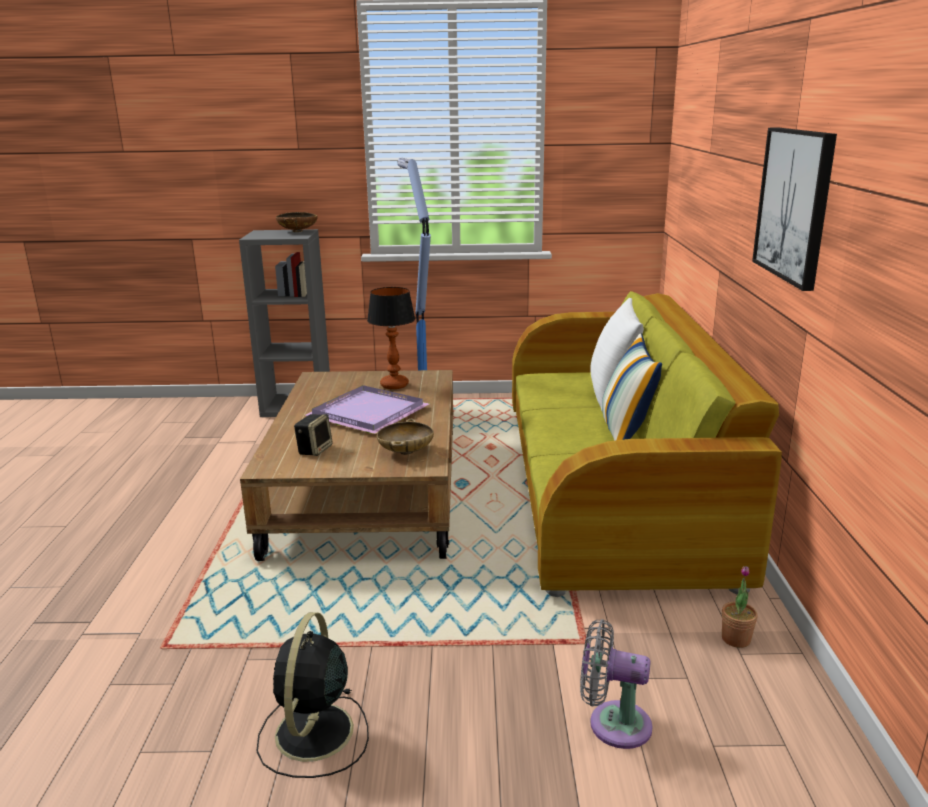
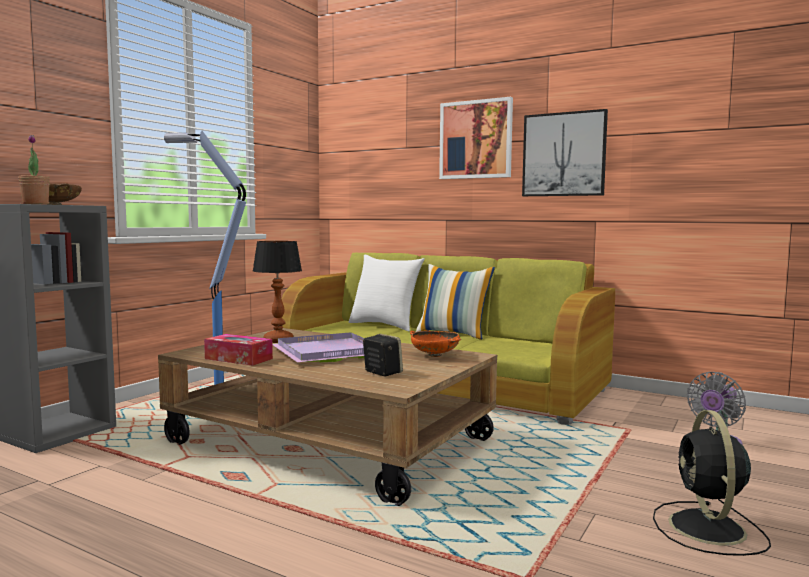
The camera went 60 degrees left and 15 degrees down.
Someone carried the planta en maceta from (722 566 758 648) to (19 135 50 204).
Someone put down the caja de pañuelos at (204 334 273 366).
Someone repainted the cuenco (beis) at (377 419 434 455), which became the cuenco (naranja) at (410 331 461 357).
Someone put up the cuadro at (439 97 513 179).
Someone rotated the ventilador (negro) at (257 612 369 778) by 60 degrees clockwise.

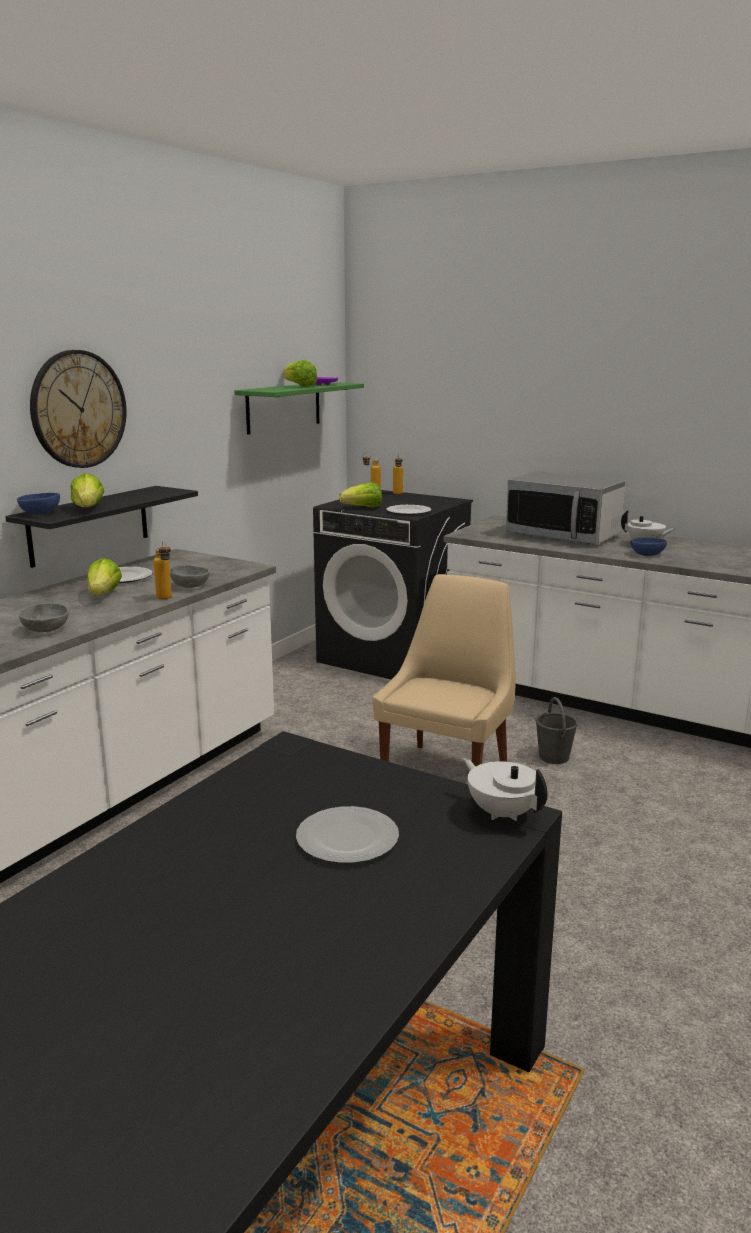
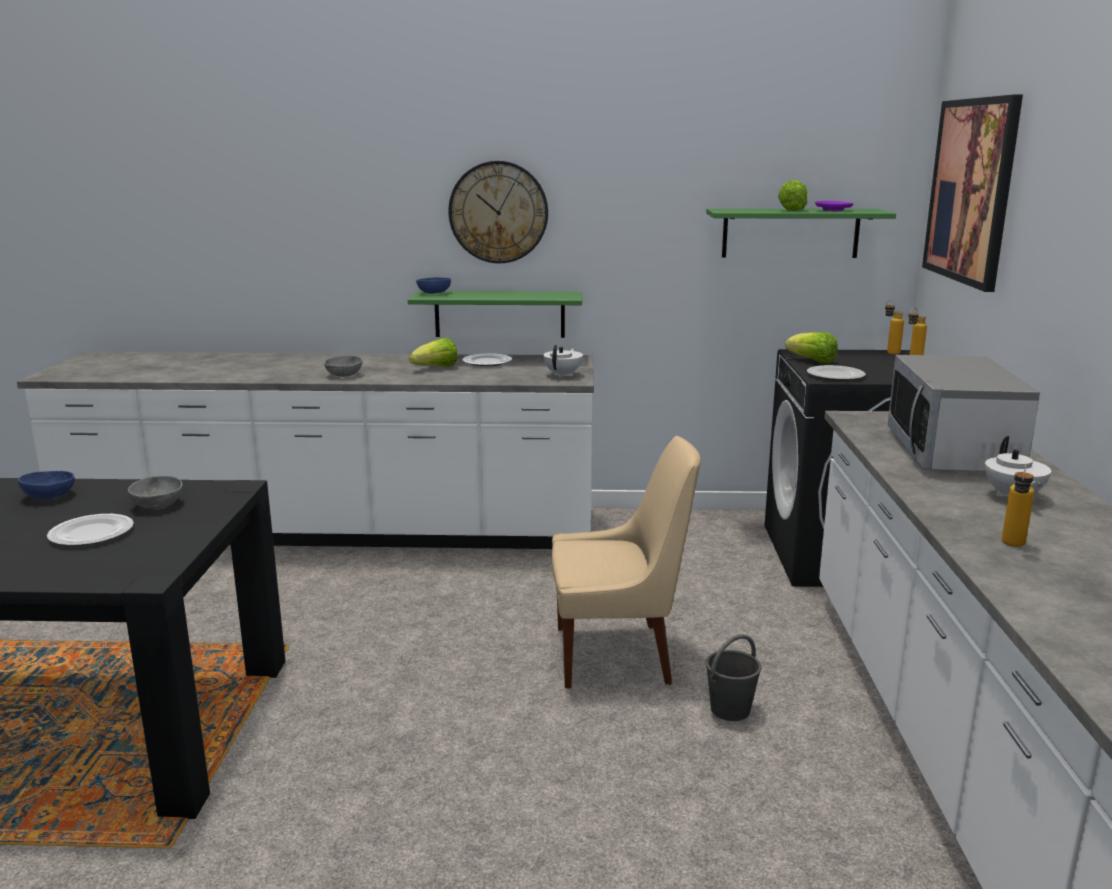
The camera went 60 degrees right and 0 degrees up.
Someone carried the cuenco (azul) from (630 537 667 556) to (18 471 75 499).
Someone carried the cuenco (gris) from (170 565 210 588) to (128 476 183 509).
Someone repainted the estante (negro) at (5 486 198 568), which became the estante (verde) at (408 291 582 338).
Someone carried the tetera (blanco) from (463 758 548 821) to (543 345 583 377).
Someone put up the cuadro at (922 95 1023 292).
Someone carried the botella from (153 541 172 599) to (1002 464 1034 547).
Someone took away the lechuga at (70 473 104 507).

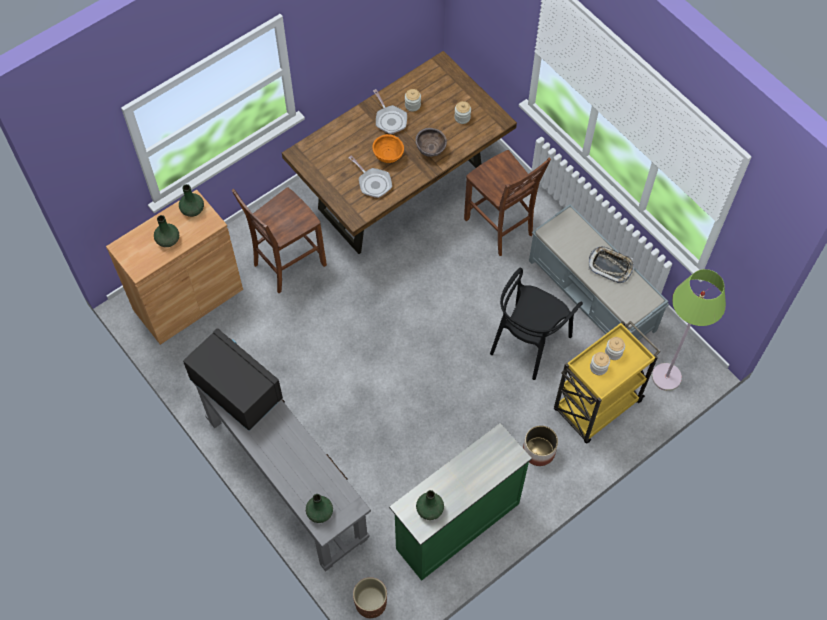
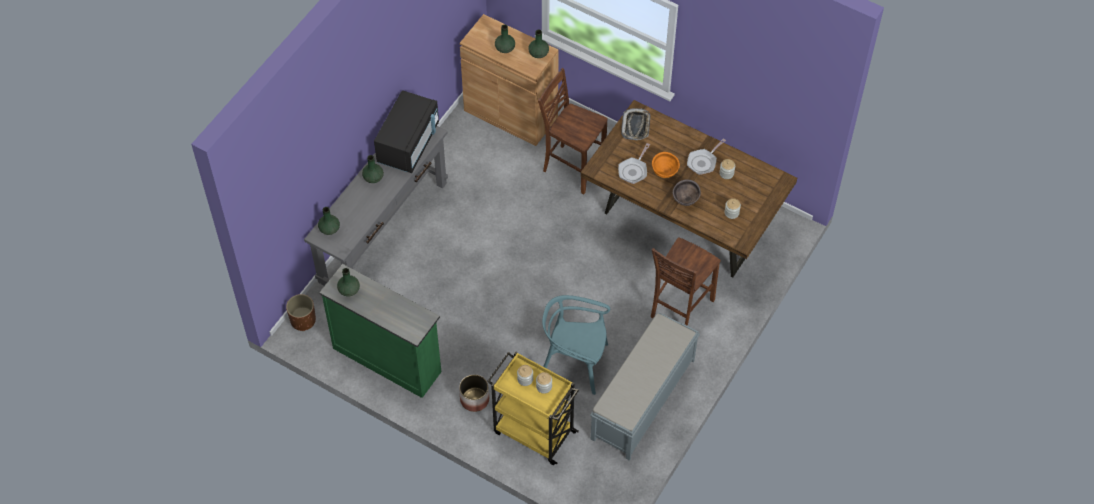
The camera went 70 degrees right and 5 degrees down.
Someone put down the florero (verde) at (362 155 384 183).
Someone repainted the silla (negro) at (490 268 583 380), which became the silla (turquesa) at (542 295 610 395).
Someone carried the bandeja from (589 246 634 283) to (621 108 651 140).
Someone took away the lámpara de pie (verde) at (652 269 726 391).

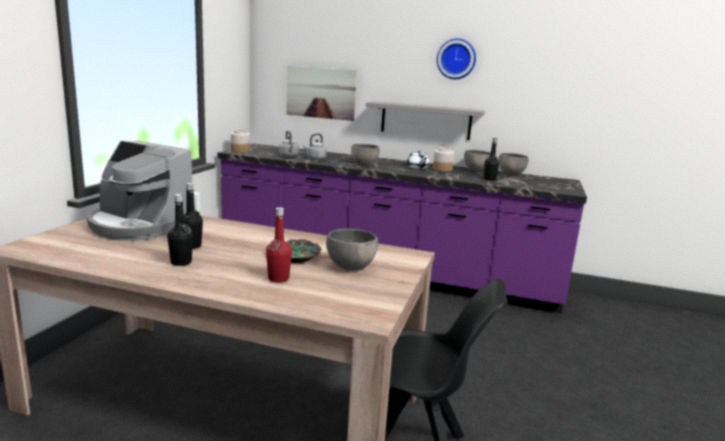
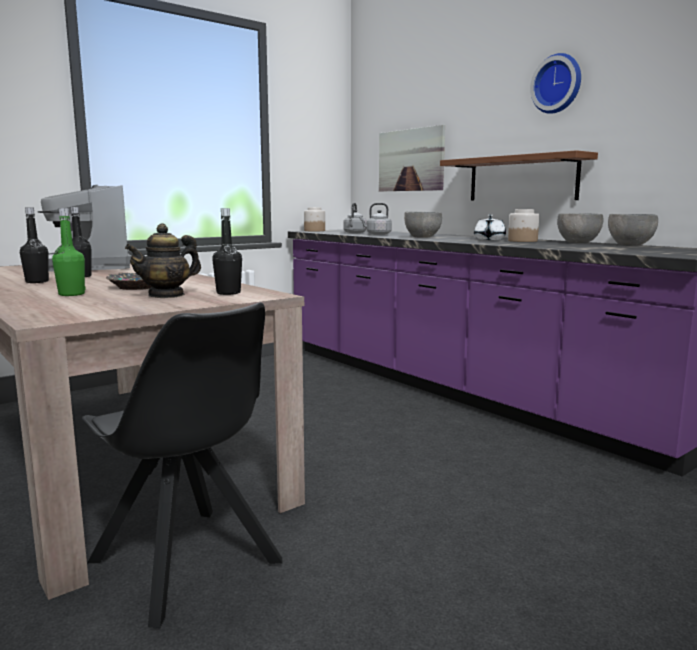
The camera went 35 degrees right and 5 degrees down.
Someone repainted the botella (rojo) at (266 207 292 283), which became the botella (verde) at (52 208 86 296).
Someone swapped the cuenco (gris) at (326 229 378 271) for the tetera at (125 223 201 298).
Someone carried the botella (negro) from (483 138 499 181) to (212 208 242 295).
Someone repainted the estante (gris) at (366 101 485 140), which became the estante (marrón) at (440 150 598 200).

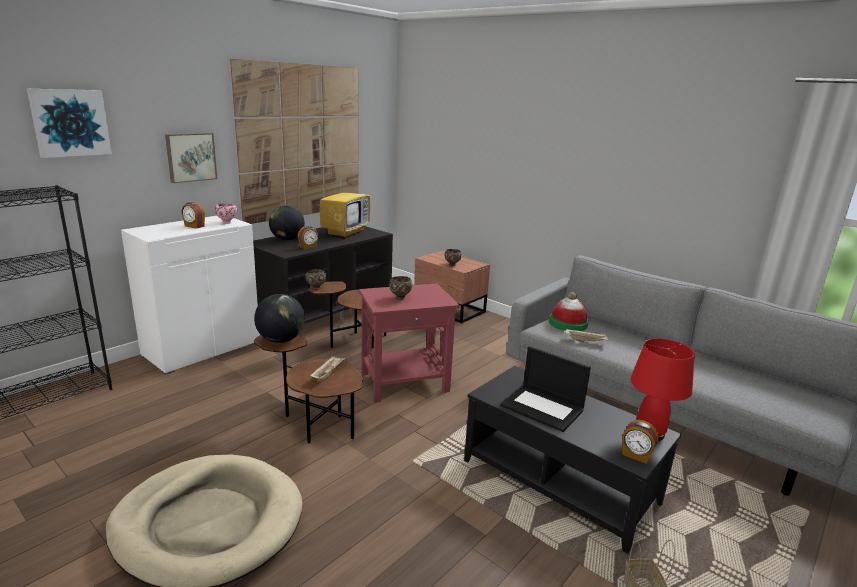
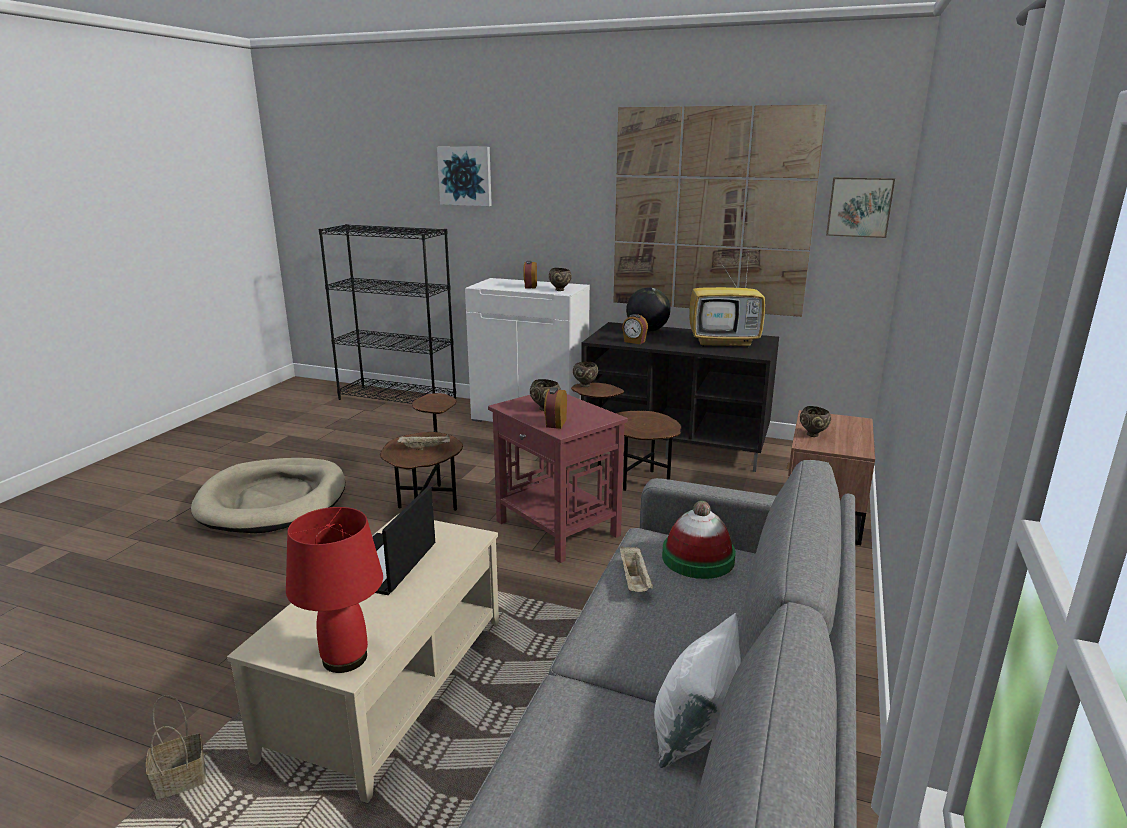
The camera went 70 degrees right and 0 degrees up.
Someone repainted the mesa de centro (negro) at (464 366 681 554), which became the mesa de centro (beis) at (227 514 499 803).
Someone carried the despertador from (622 420 659 464) to (544 387 567 429).
Someone repainted the cuenco (rosa) at (215 203 237 224), which became the cuenco (marrón) at (549 268 572 291).
Someone put down the cojín (blanco) at (654 613 741 768).
Someone carried the cuadro from (165 133 217 183) to (826 177 895 238).
Someone took away the globo terráqueo at (254 294 305 343).

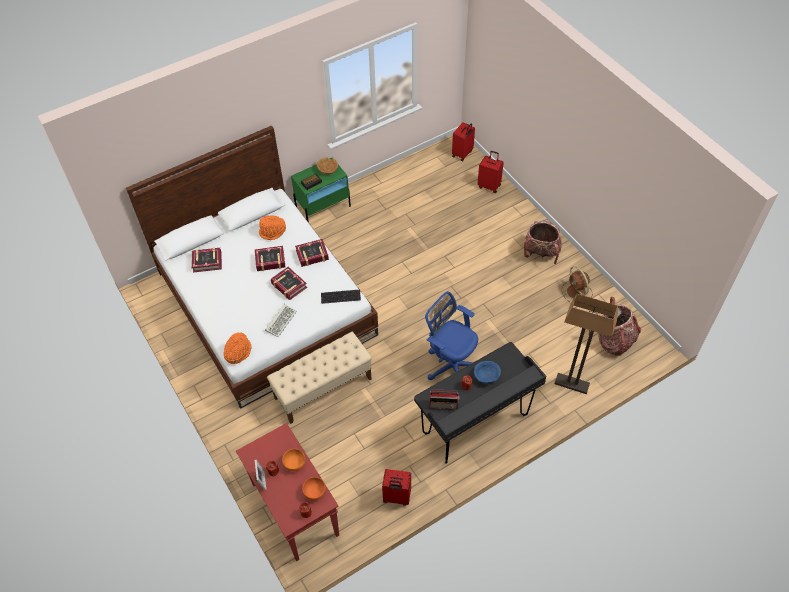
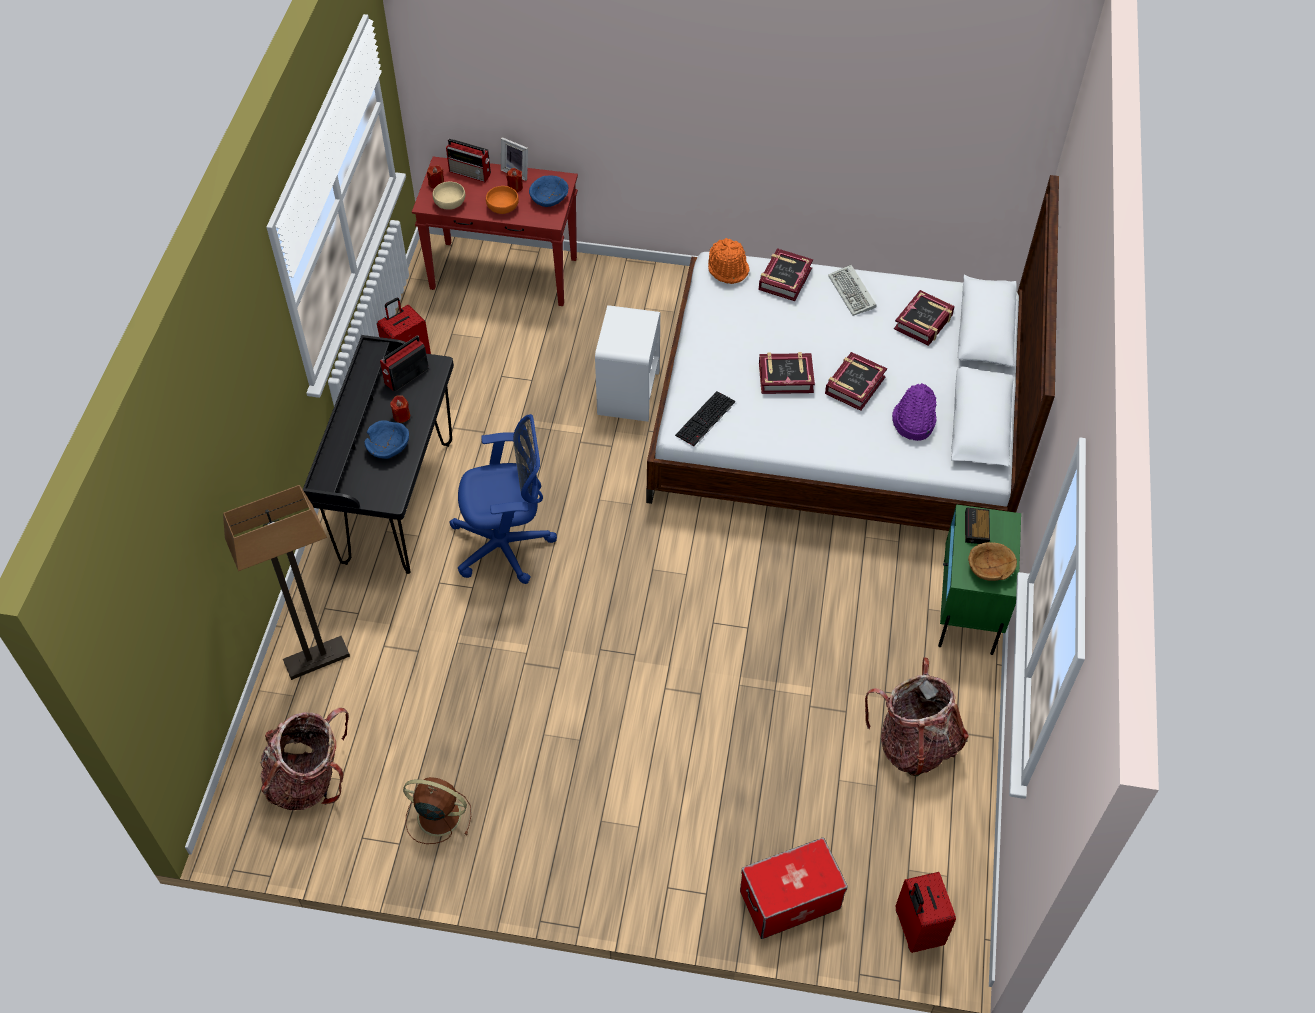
The camera went 130 degrees right and 0 degrees up.
Someone repainted the cuenco (naranja) at (302 477 326 501), which became the cuenco (beis) at (433 182 465 210).
Someone put down the radio at (446 139 491 182).
Someone put down the cuenco (azul) at (529 175 568 207).
Someone swapped the banco (beis) at (267 332 372 424) for the mesita de noche (blanco) at (595 305 661 422).
Someone swapped the maleta (rojo) at (477 151 504 193) for the caja de almacenaje at (740 838 848 939).
Someone carried the libro from (295 239 329 267) to (759 248 813 301).
Someone carried the teclado from (265 304 297 337) to (828 265 876 316).
Someone carried the mochila from (524 220 562 264) to (865 657 969 776).
Someone repainted the sombrero (naranja) at (259 215 286 240), which became the sombrero (morado) at (892 383 937 441).

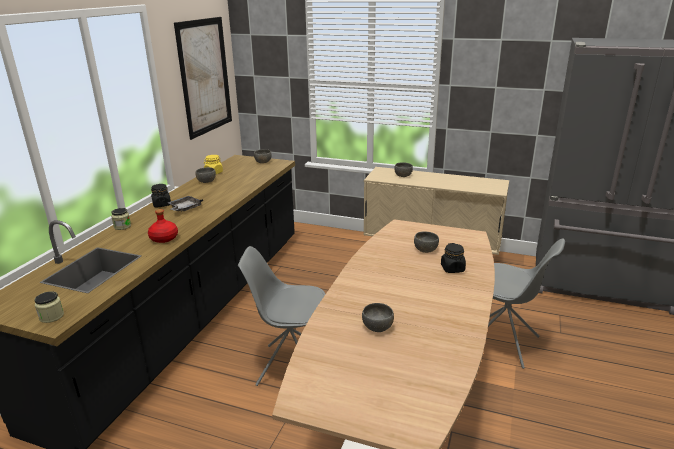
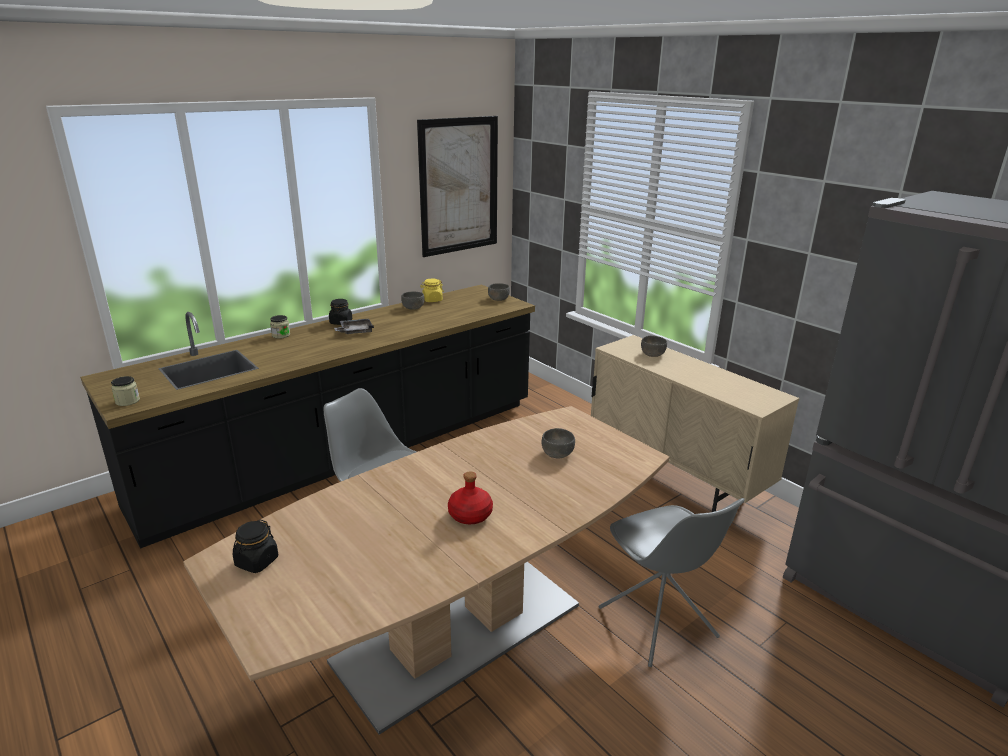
The camera went 30 degrees right and 0 degrees up.
Someone carried the tarro (negro) from (441 243 466 273) to (233 519 278 573).
Someone carried the botella (rojo) from (148 209 178 243) to (448 471 493 524).
Someone took away the cuenco (gris) at (362 303 394 332).

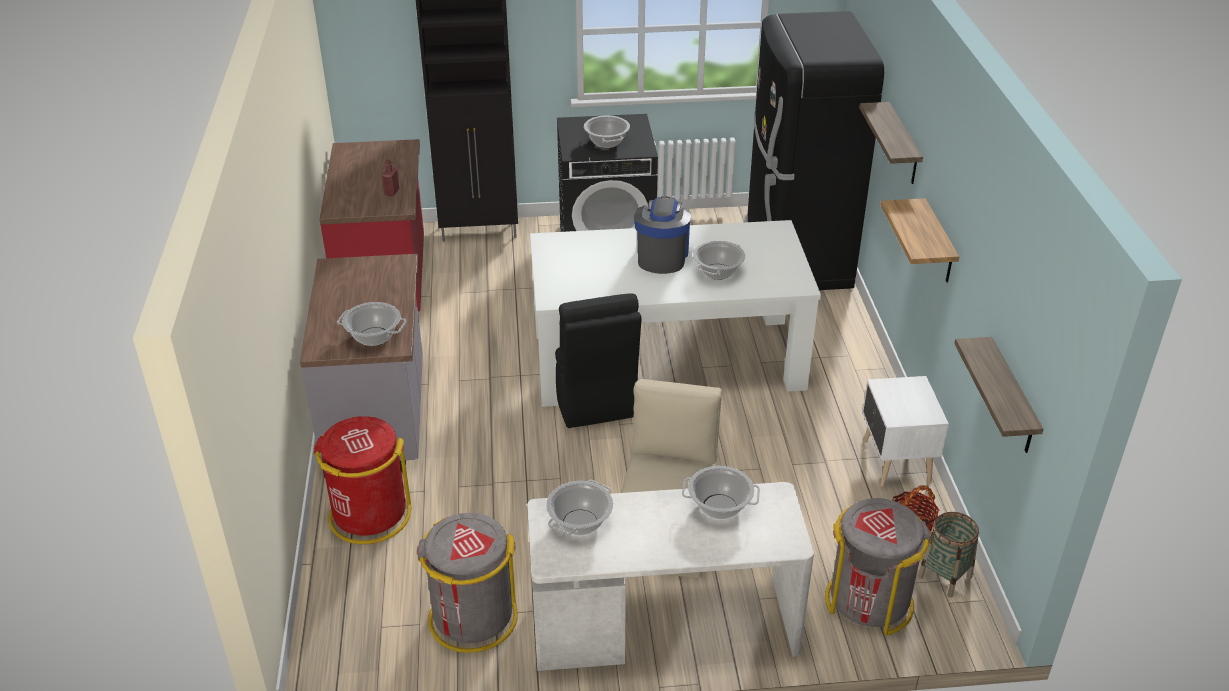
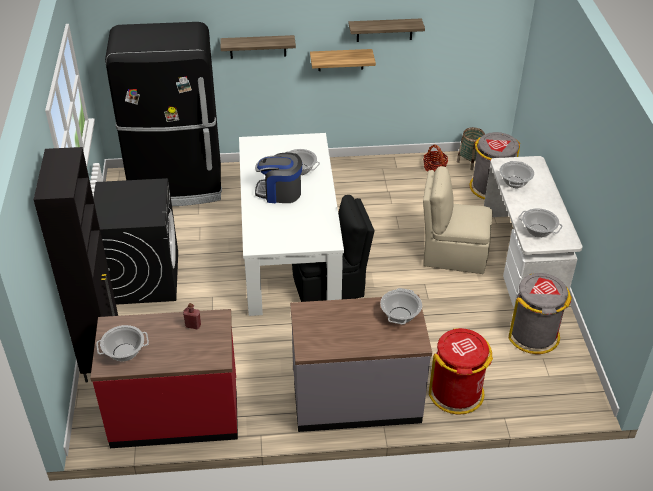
The camera went 90 degrees left and 5 degrees up.
Someone carried the olla from (584 115 630 148) to (96 325 149 362).
Someone carried the estante from (954 337 1043 453) to (349 18 425 42).
Someone took away the mesita de noche (blanco) at (862 376 949 487).

